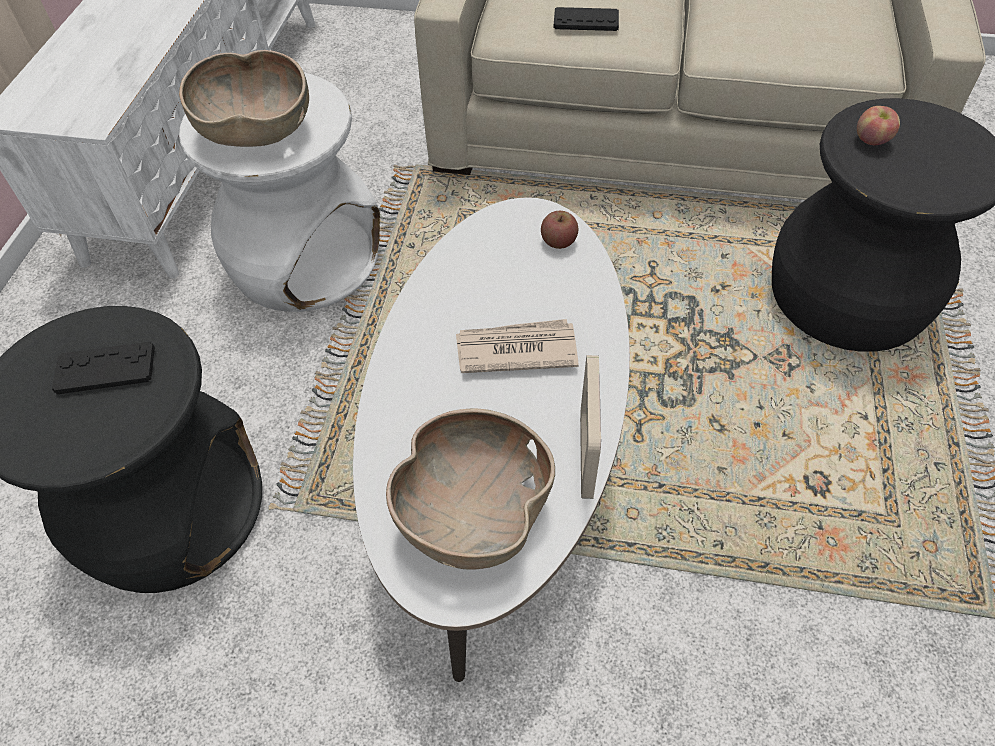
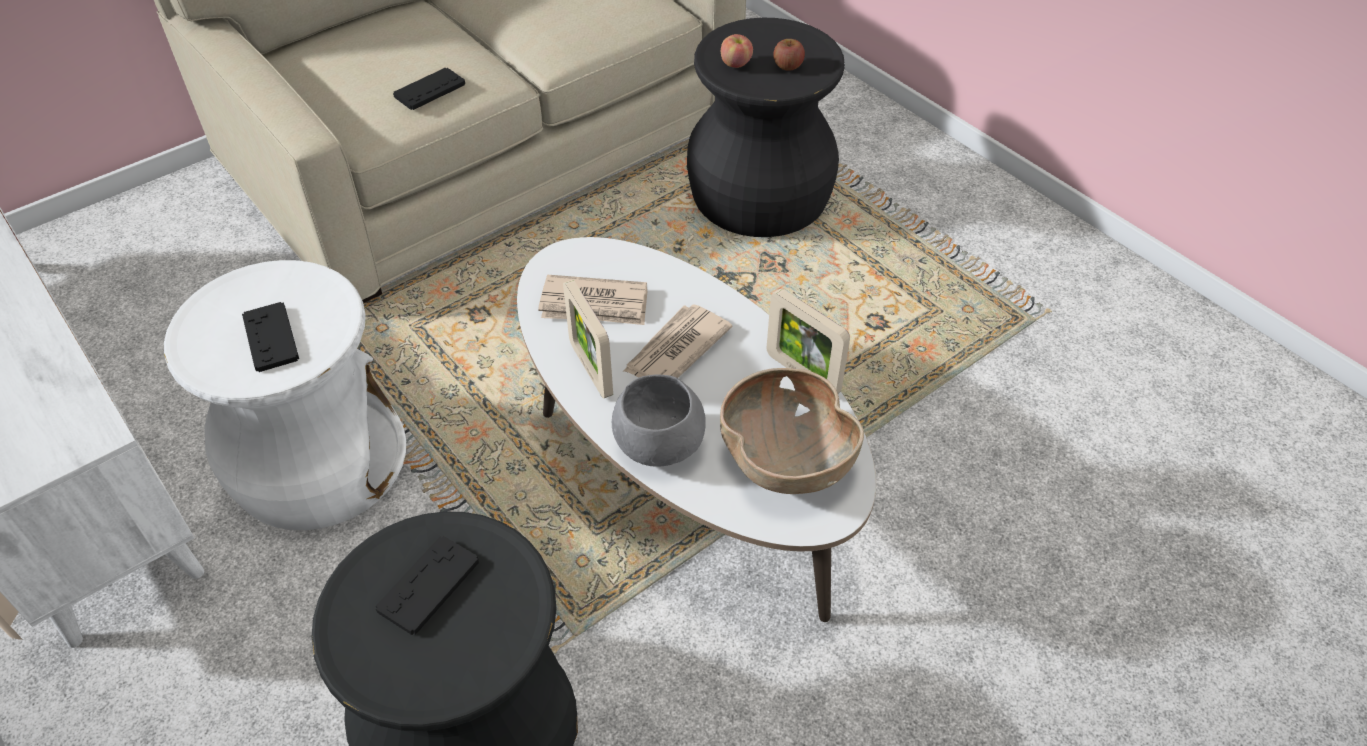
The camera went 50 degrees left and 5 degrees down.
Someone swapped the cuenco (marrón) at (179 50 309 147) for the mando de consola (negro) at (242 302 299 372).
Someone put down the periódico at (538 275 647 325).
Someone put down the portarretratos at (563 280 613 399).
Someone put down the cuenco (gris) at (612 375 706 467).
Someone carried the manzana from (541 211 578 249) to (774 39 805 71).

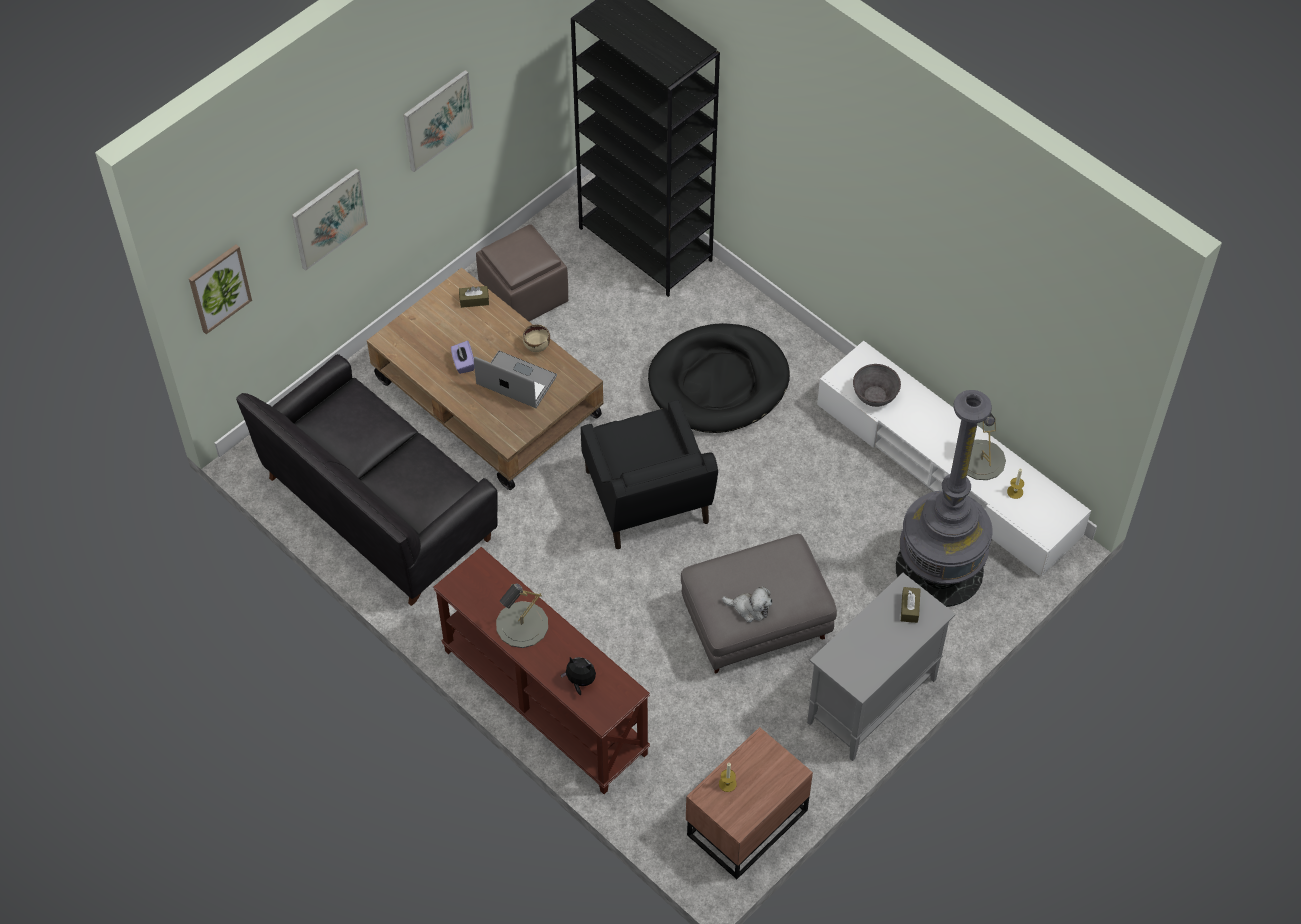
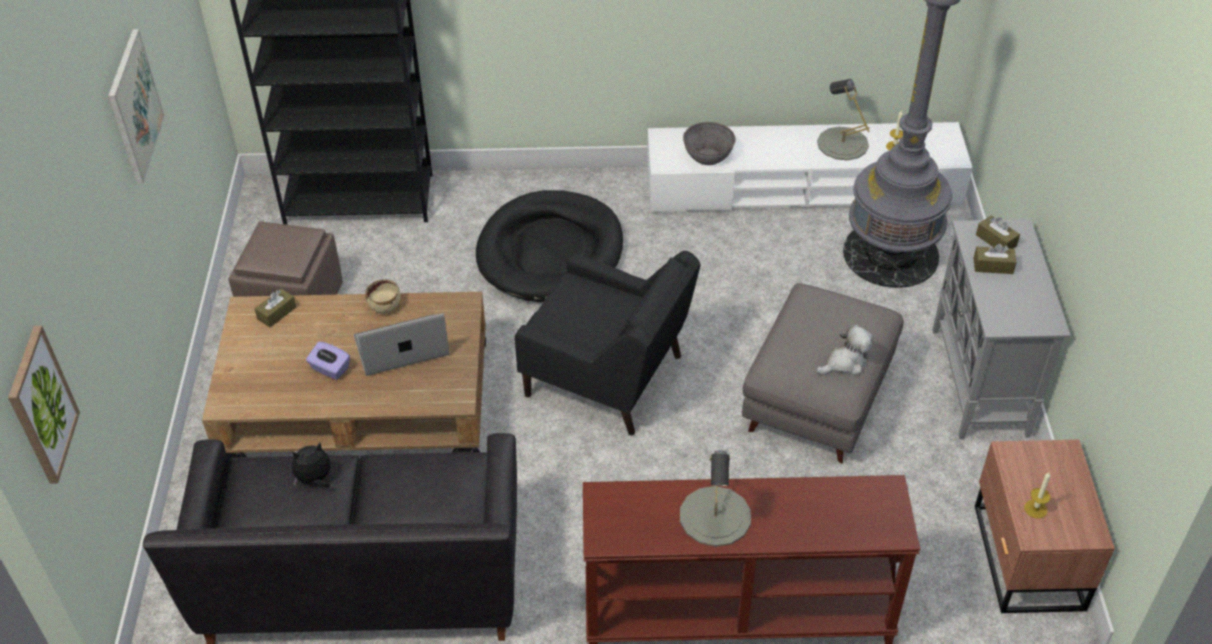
The camera went 45 degrees left and 10 degrees down.
Someone carried the peluche from (561 657 596 695) to (292 443 330 487).
Someone put down the caja de pañuelos (marrón) at (974 244 1017 274).
Someone took away the cuadro at (292 168 368 271).

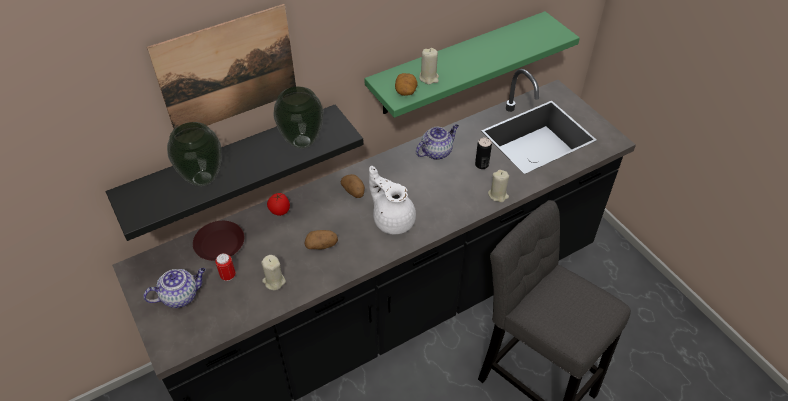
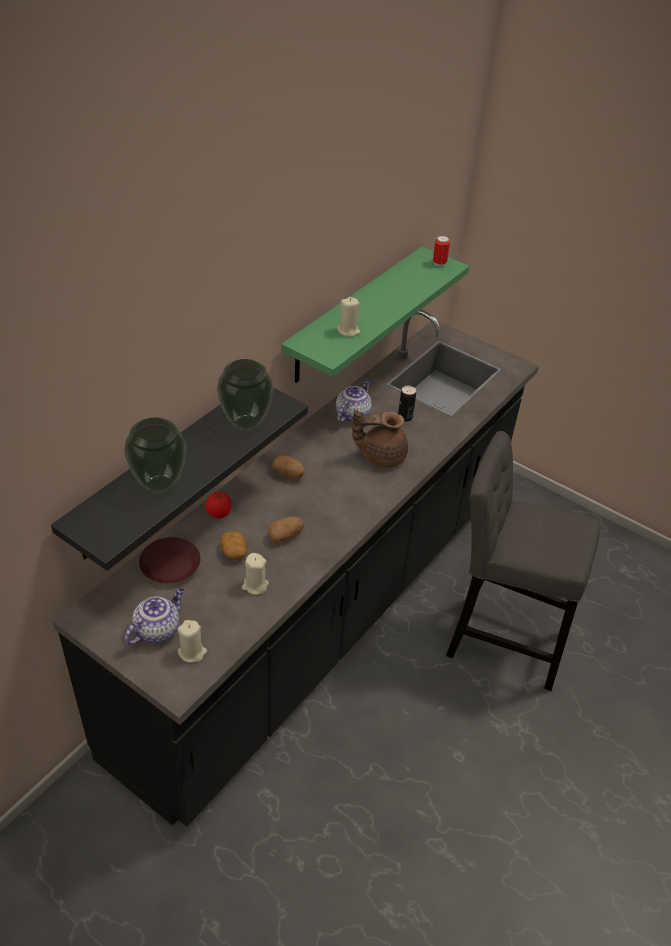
The camera went 25 degrees left and 5 degrees down.
Someone carried the vela (beis) from (488 170 509 202) to (177 620 207 663).
Someone carried the patata from (395 73 418 96) to (220 531 247 559).
Someone put down the tetera (marrón) at (352 410 408 468).
Someone carried the lata from (215 253 235 281) to (433 236 450 266).
Someone took away the cuadro at (147 4 296 130).
Someone took away the tetera (blanco) at (369 166 416 234).

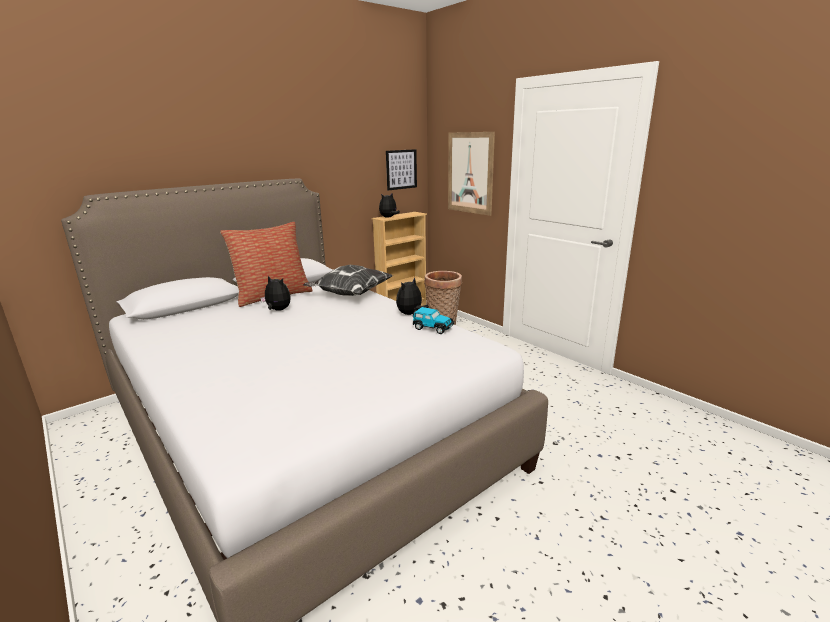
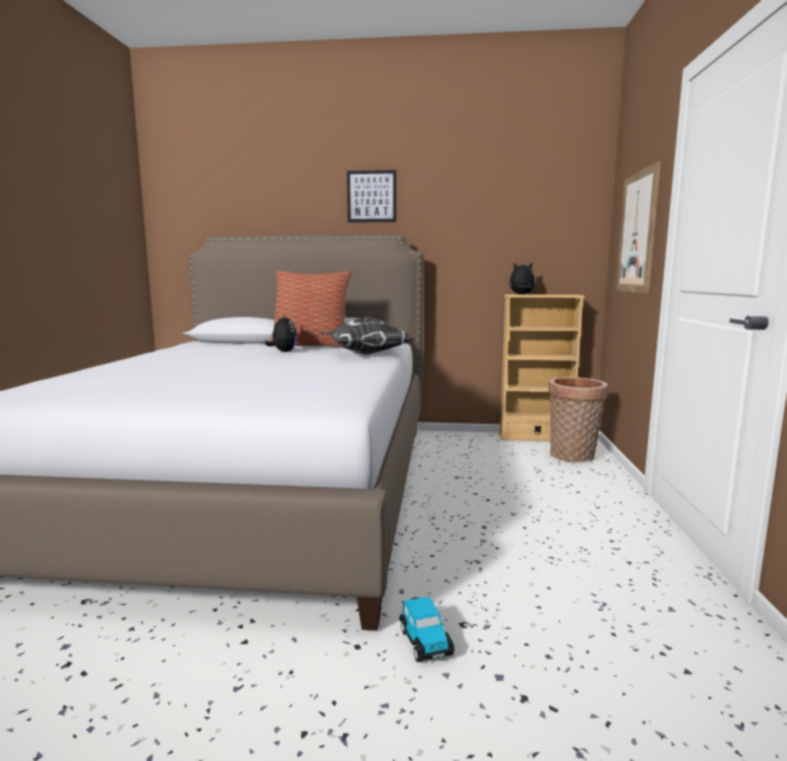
The camera went 45 degrees right and 10 degrees down.
Someone carried the cuadro from (386 149 417 191) to (347 170 396 223).
Someone carried the coche de juguete from (412 307 454 334) to (399 596 454 662).
Someone took away the peluche at (396 277 429 315).

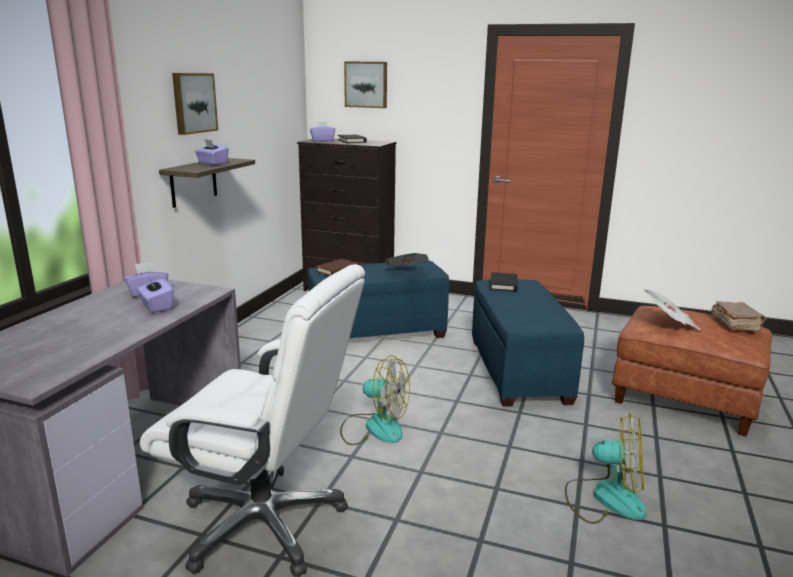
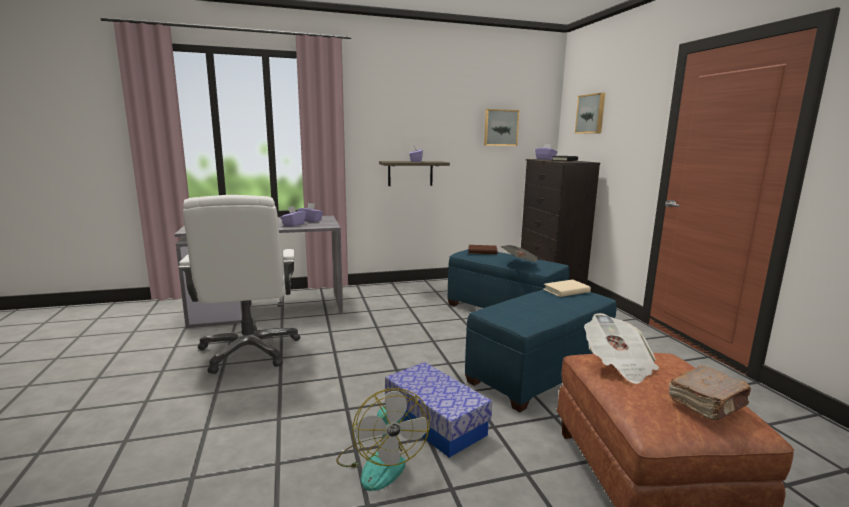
The camera went 55 degrees right and 5 degrees down.
Someone put down the caja de almacenaje at (385 362 492 458).
Someone carried the cuadro from (172 73 218 135) to (484 109 520 146).
Someone repainted the libro (negro) at (490 272 518 291), which became the libro (beis) at (543 280 591 297).
Someone took away the ventilador at (340 355 410 445).

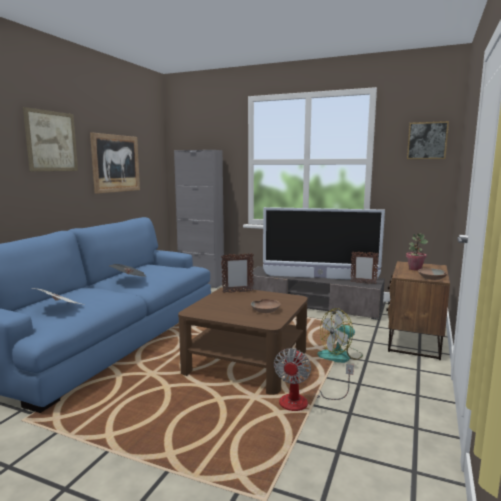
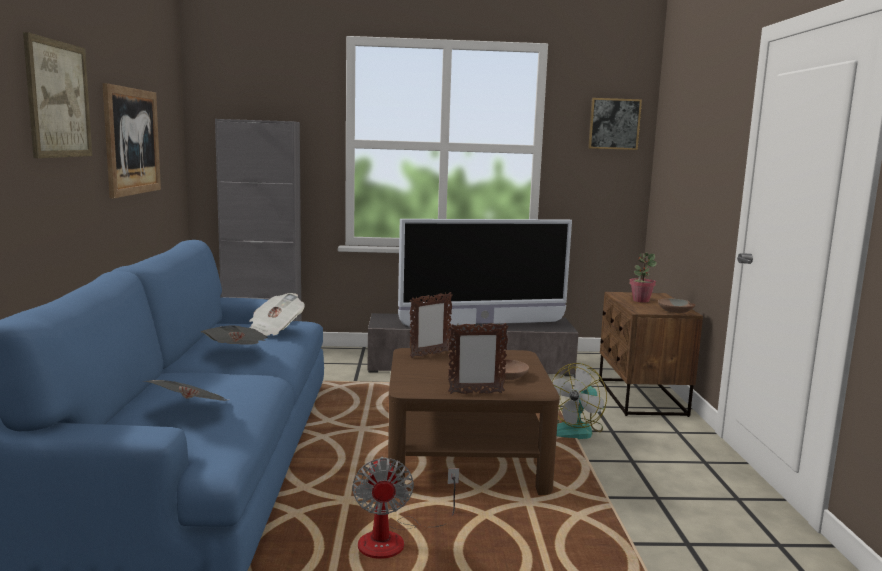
The camera went 25 degrees left and 0 degrees up.
Someone put down the periódico at (249 293 305 336).
Someone carried the ventilador from (274 348 354 411) to (352 457 459 559).
Someone carried the portarretratos from (351 252 379 284) to (448 323 509 394).

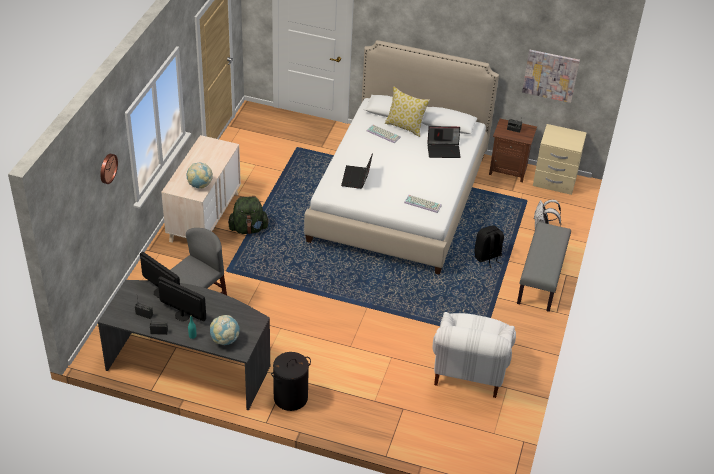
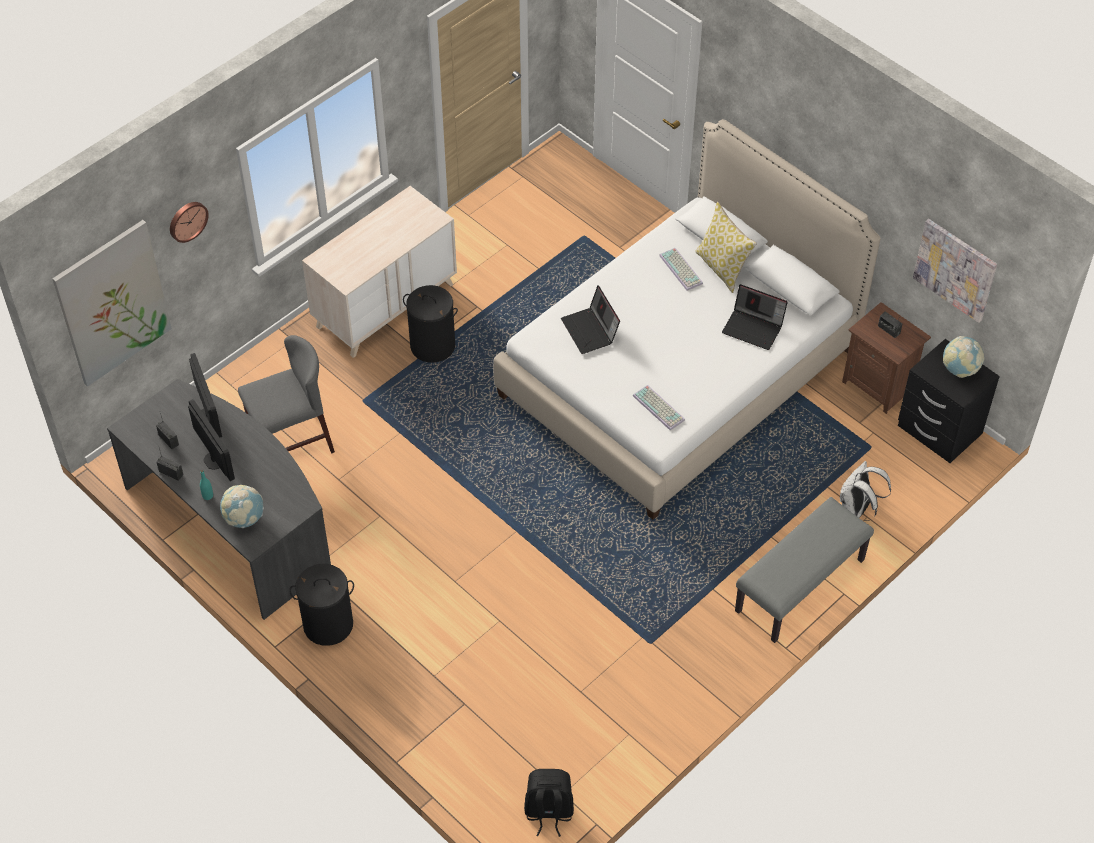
The camera went 30 degrees right and 10 degrees up.
Someone put up the cuadro at (52 220 172 387).
Someone swapped the mochila (verde) at (228 196 269 234) for the cesto de la ropa (negro) at (403 285 458 363).
Someone carried the mochila (negro) from (474 226 504 268) to (524 769 574 837).
Someone rotated the portátil at (341 153 373 189) by 60 degrees counterclockwise.
Someone repainted the mesita de noche (beis) at (533 124 587 195), which became the mesita de noche (negro) at (898 339 1000 463).
Someone carried the globo terráqueo from (187 163 213 189) to (943 336 985 378).
Someone took away the sillón (blanco) at (433 312 516 398).

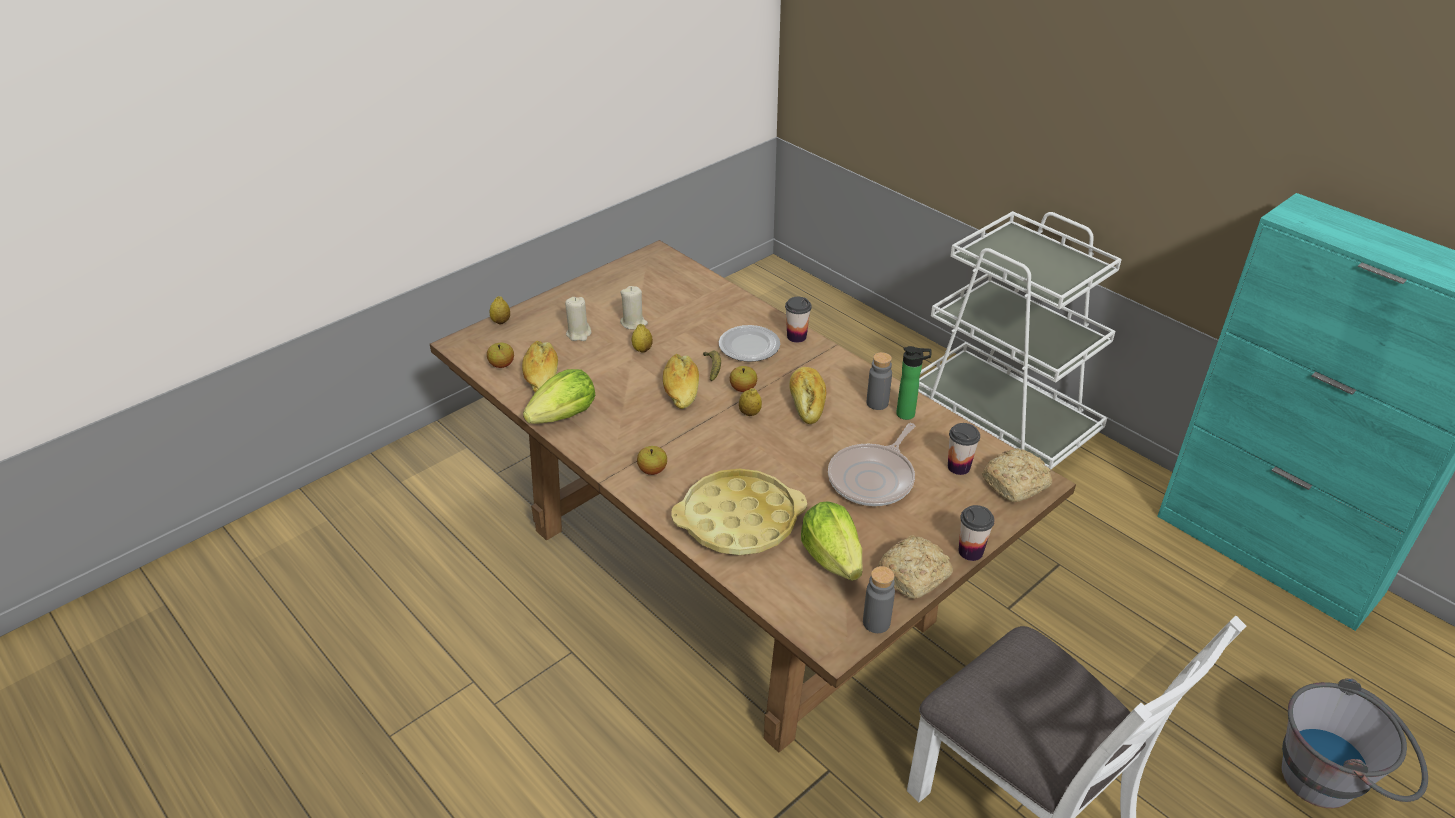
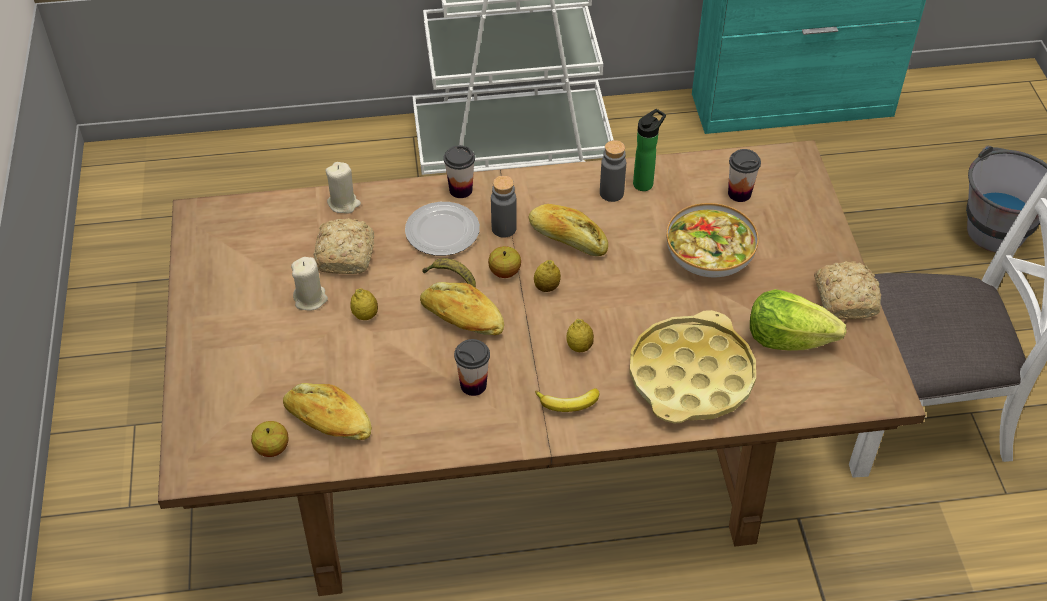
The camera went 55 degrees left and 10 degrees up.
Someone carried the pan from (982 448 1052 502) to (313 218 374 274).
Someone carried the vela (beis) from (565 297 591 341) to (325 162 361 213).
Someone carried the taza from (958 505 995 561) to (454 339 490 396).
Someone carried the botella (gris) from (863 566 895 633) to (491 175 517 238).
Someone swapped the manzana at (637 446 667 475) for the plátano at (535 388 599 412).
Someone carried the limón from (490 296 510 325) to (567 319 594 352).
Someone swapped the sartén at (828 423 915 506) for the cuenco at (666 203 759 277).
Someone took away the lechuga at (523 369 595 424).

